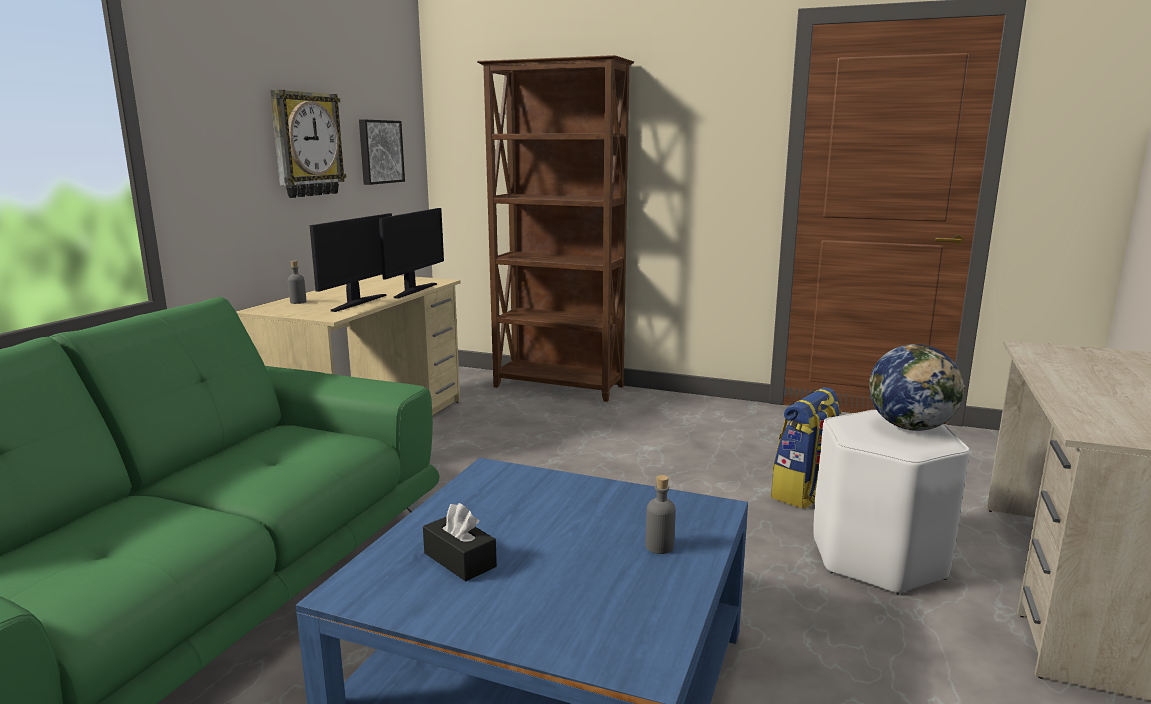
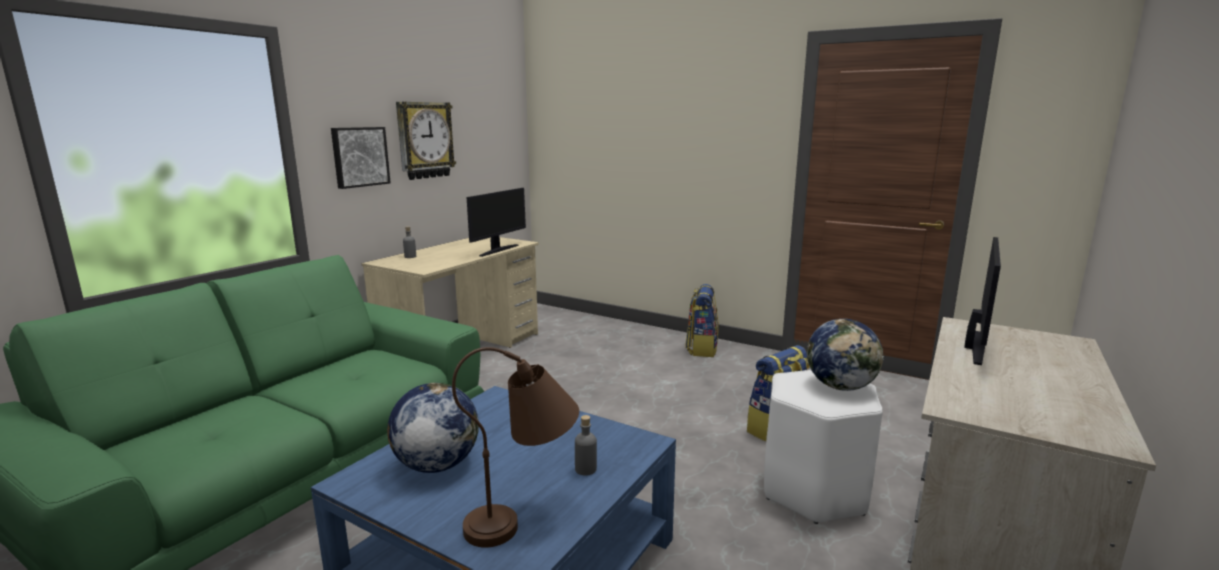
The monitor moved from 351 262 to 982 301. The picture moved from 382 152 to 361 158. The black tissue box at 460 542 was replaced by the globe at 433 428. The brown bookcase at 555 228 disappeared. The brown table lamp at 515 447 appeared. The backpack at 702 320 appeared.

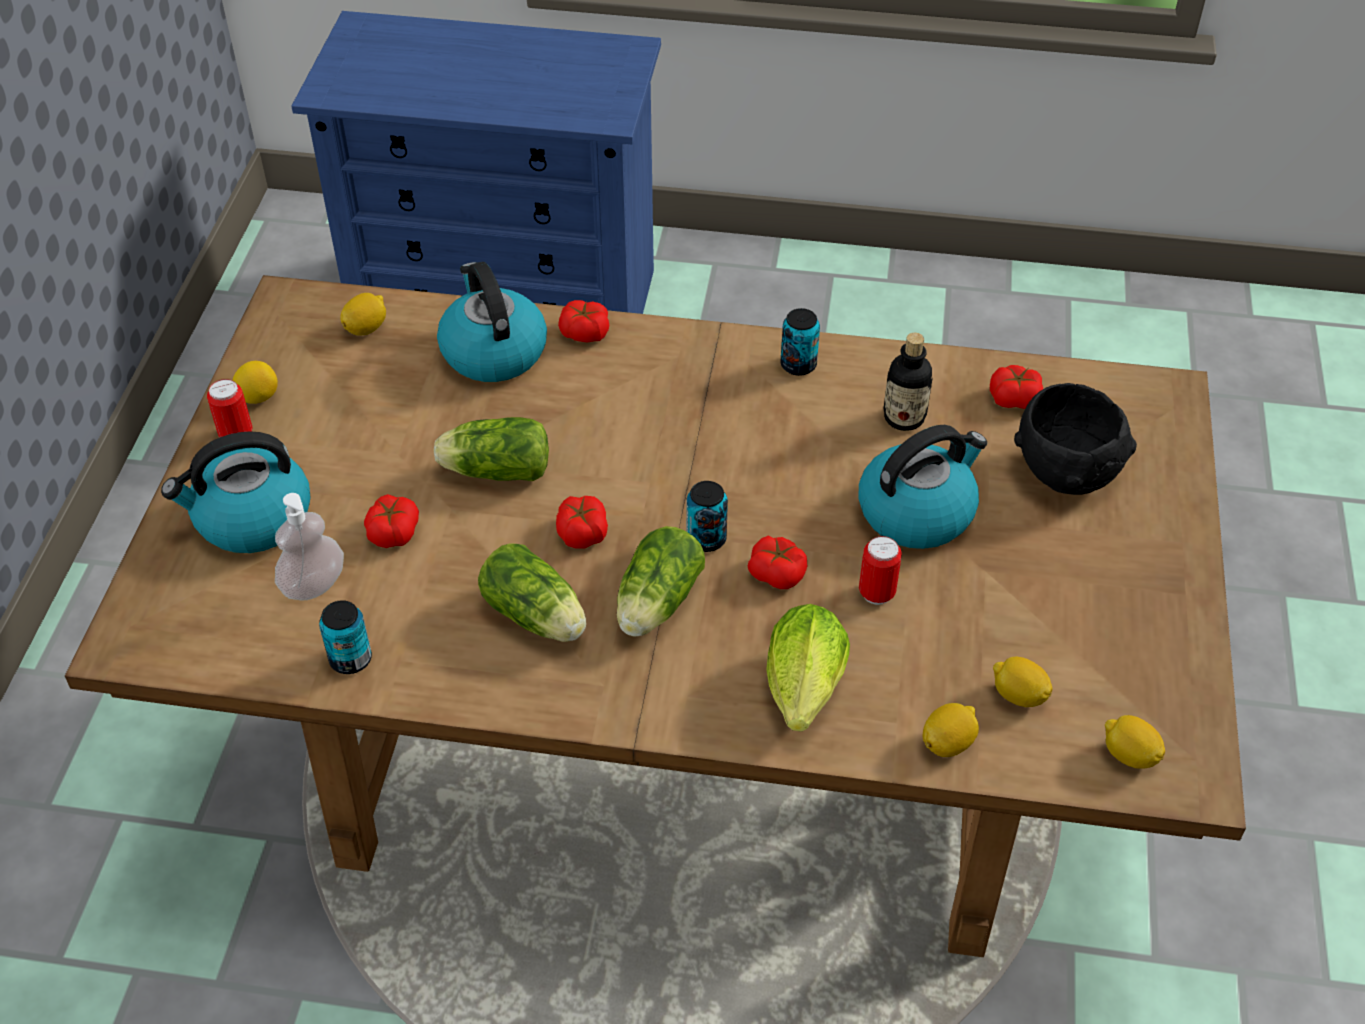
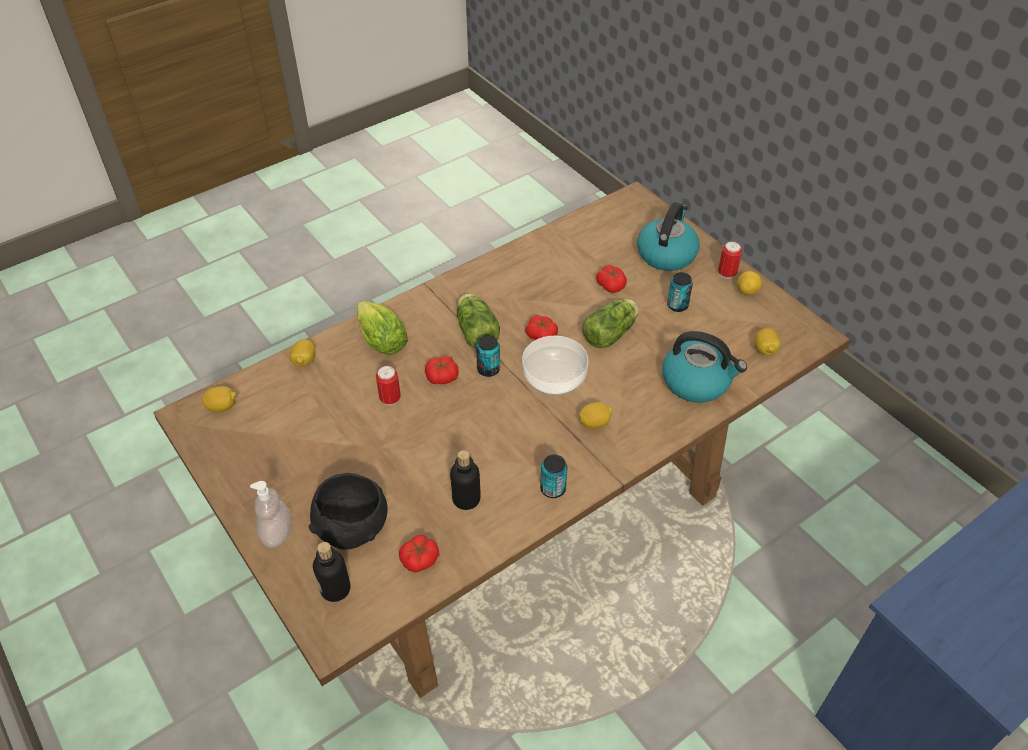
The soap dispenser moved from 309 547 to 270 514. The can moved from 345 637 to 680 292. The lettuce at 532 592 disappeared. The tomato at 583 321 disappeared. The kettle at 922 487 disappeared. The lemon moved from 1022 682 to 595 415. The bottle at 331 572 appeared. The bowl at 555 366 appeared.

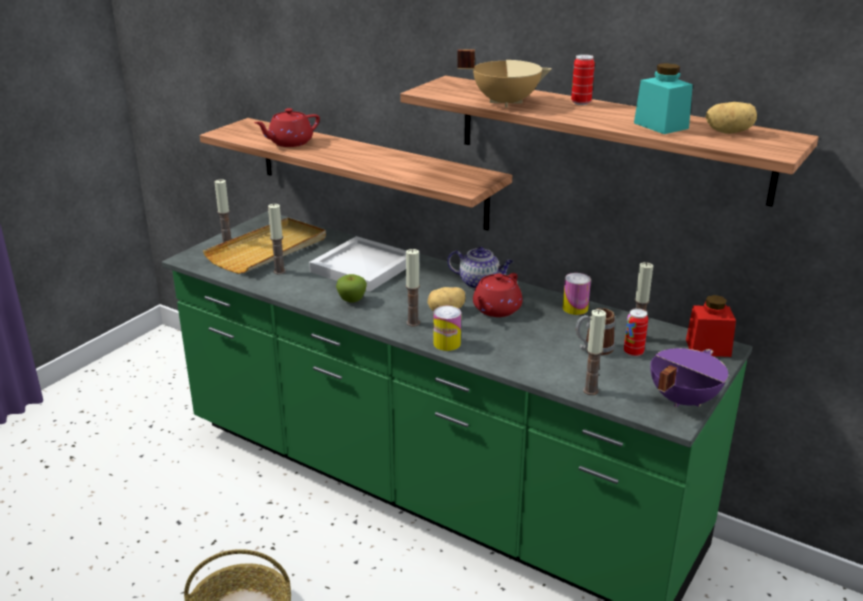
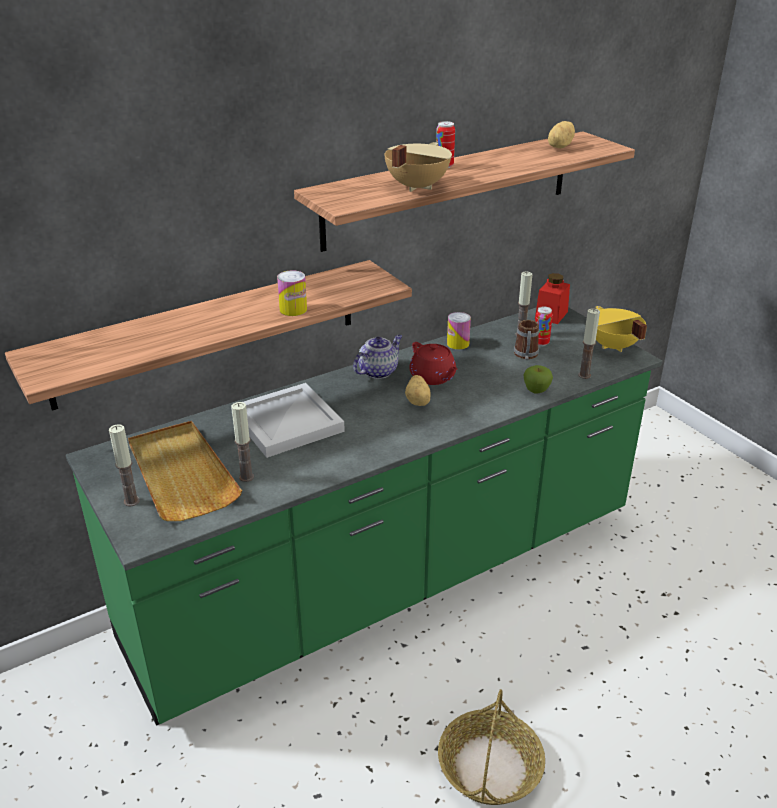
The red teapot at 287 127 disappeared. The apple moved from 351 288 to 538 379. The candle at 413 288 disappeared. The can moved from 447 328 to 292 293. The turquoise jar at 663 98 disappeared. The purple cooking pot at 689 378 became the yellow cooking pot at 621 329.

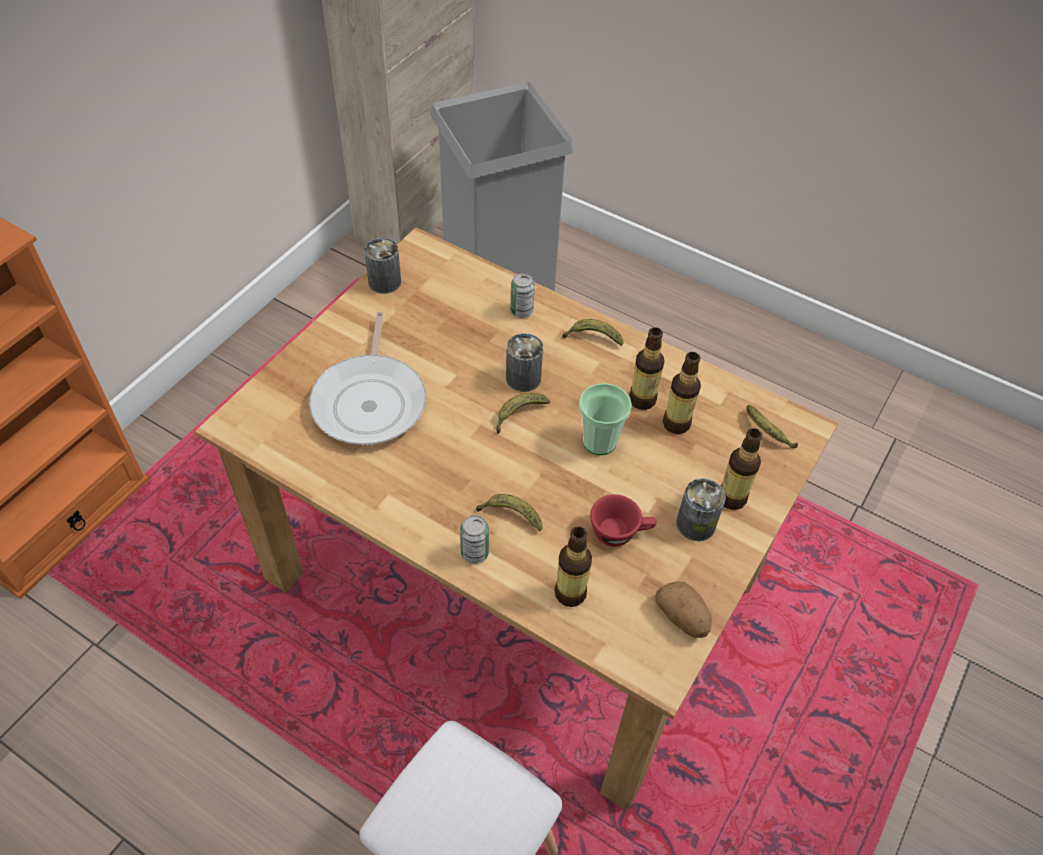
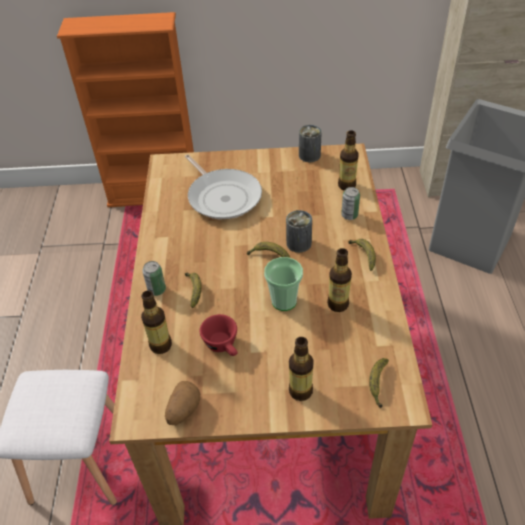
The frying pan at 367 378 turned 90 degrees counterclockwise. The bottle moved from 682 393 to 348 160. The can at 701 509 disappeared.

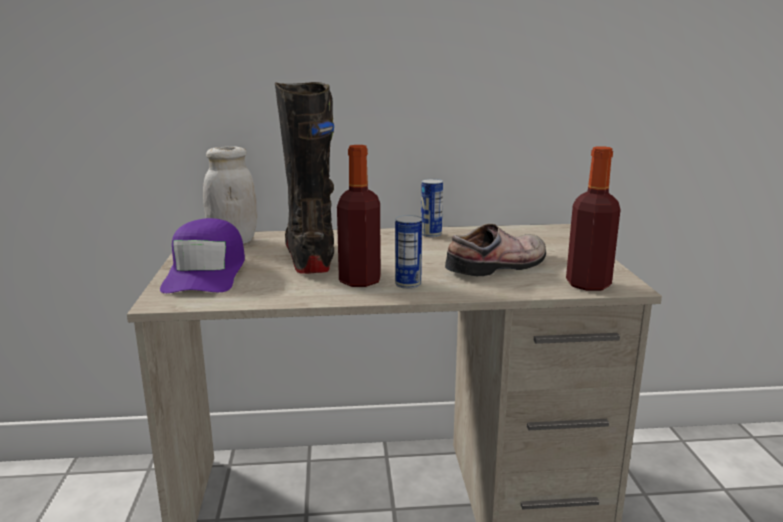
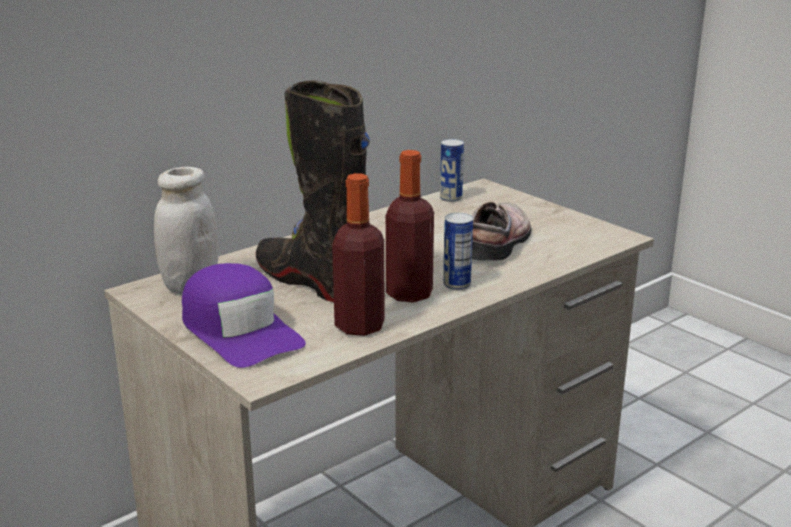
The can moved from 432 208 to 452 170. The bottle moved from 593 218 to 358 254.

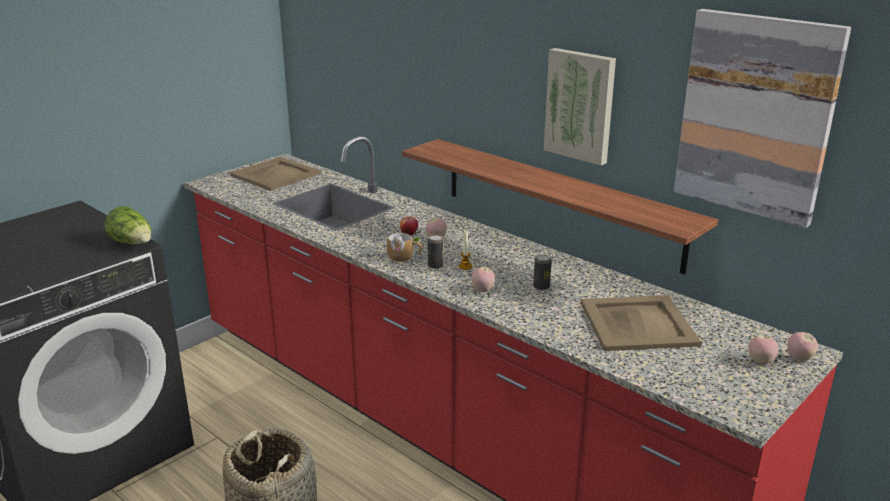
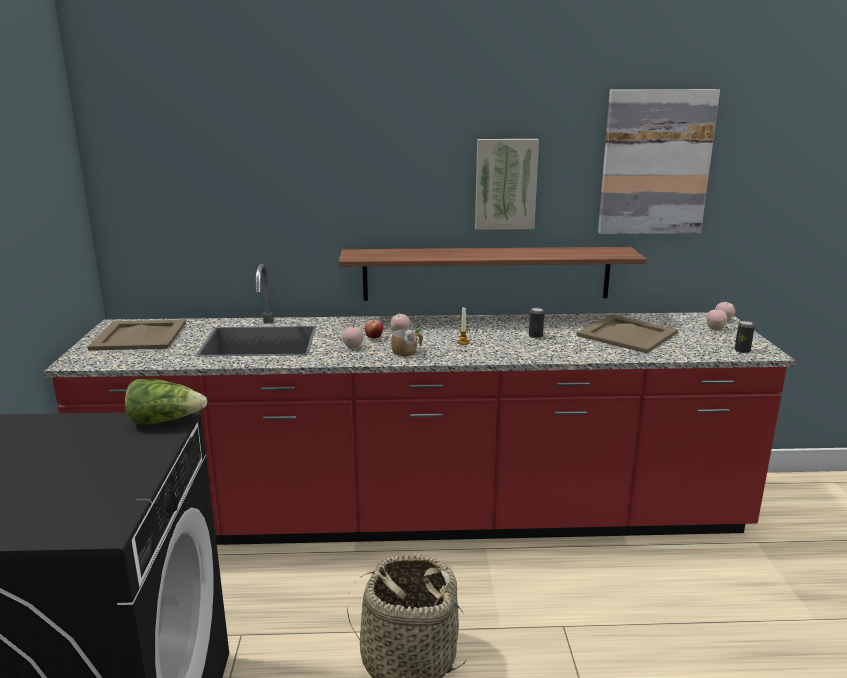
The can moved from 436 252 to 745 337. The apple moved from 483 279 to 352 336.

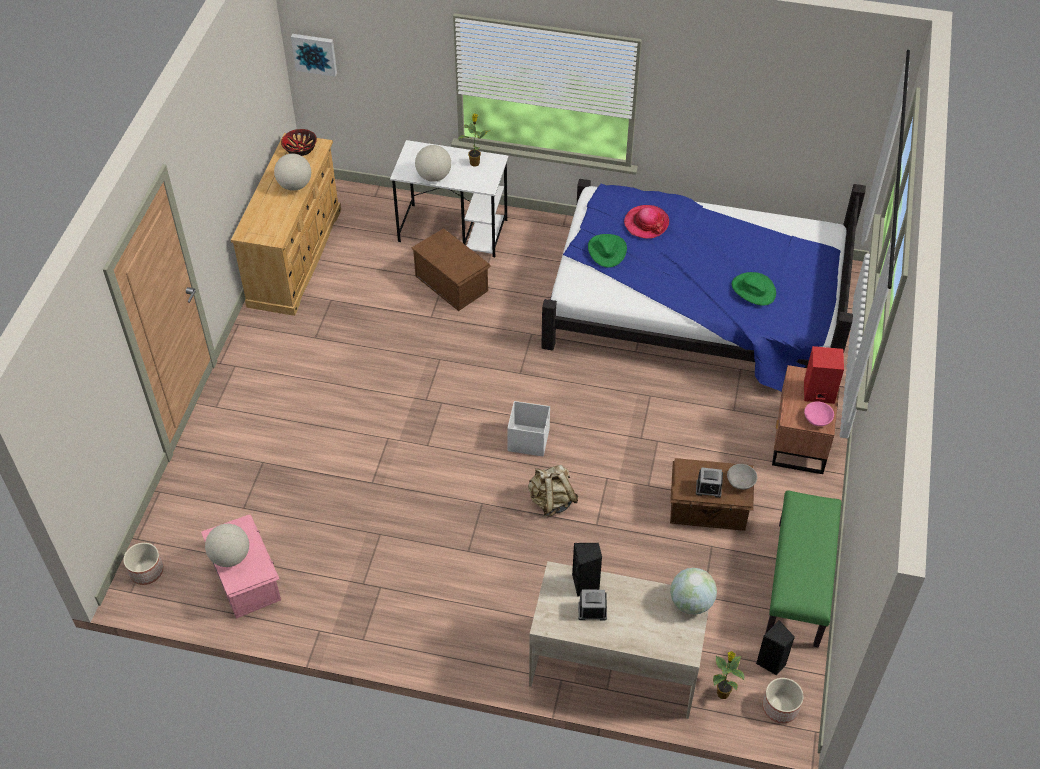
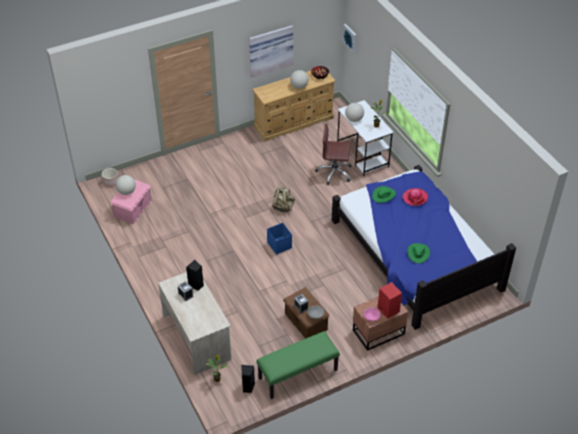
The brown storage box at 451 269 was replaced by the brown office chair at 333 154. The white storage box at 528 428 became the blue storage box at 279 239. The beige backpack moved from 553 490 to 283 199. The globe at 693 591 disappeared. The planter at 783 700 disappeared. The picture at 271 51 appeared.

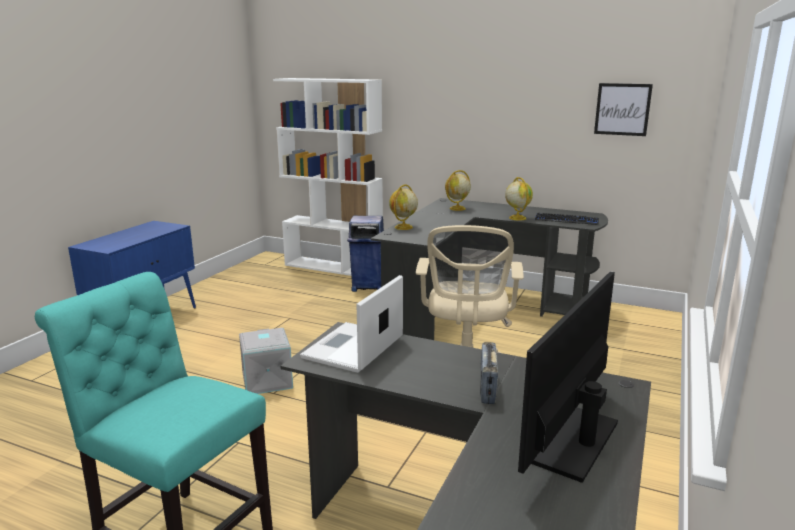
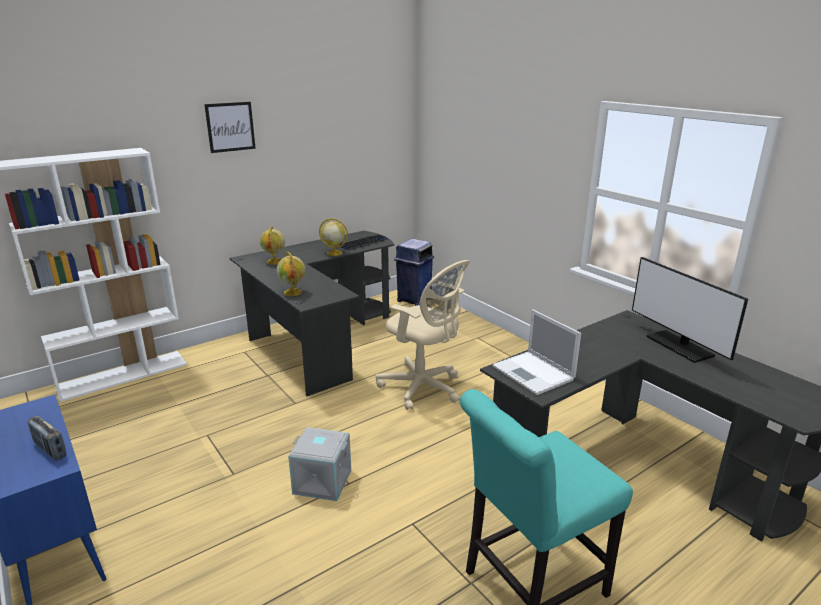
The blue trash can moved from 365 254 to 414 272. The radio moved from 489 373 to 47 438. The picture moved from 623 109 to 230 127.

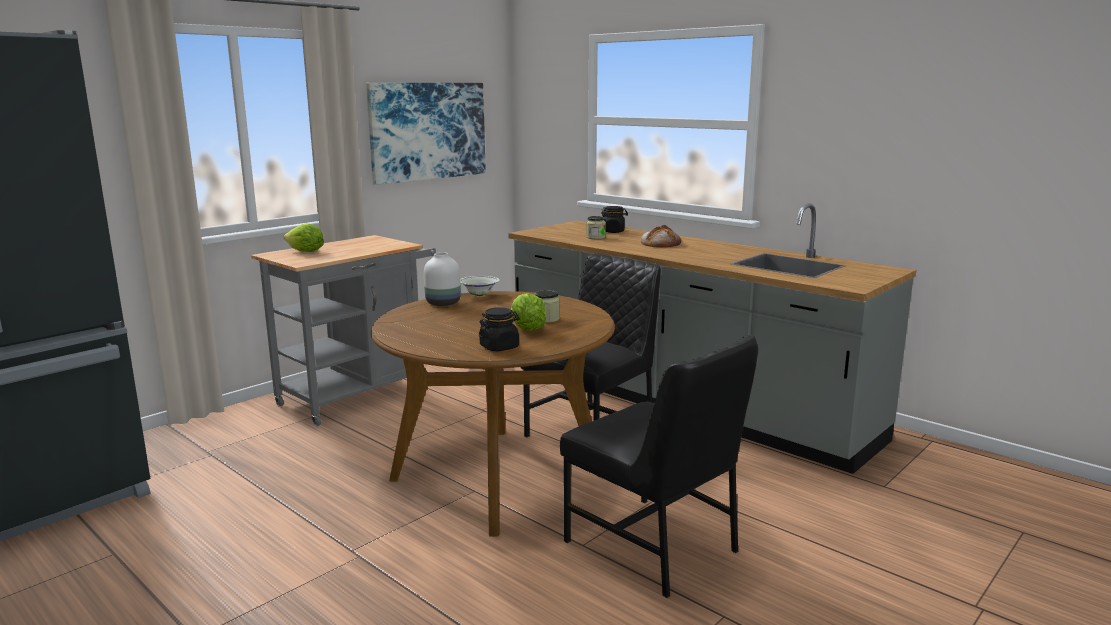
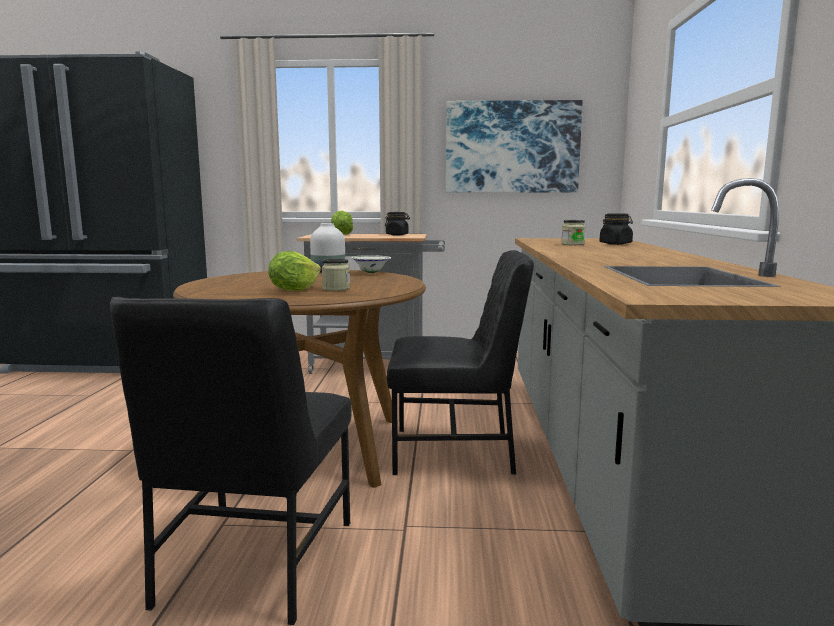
The black jar moved from 499 329 to 397 223. The bread at 661 236 disappeared.

